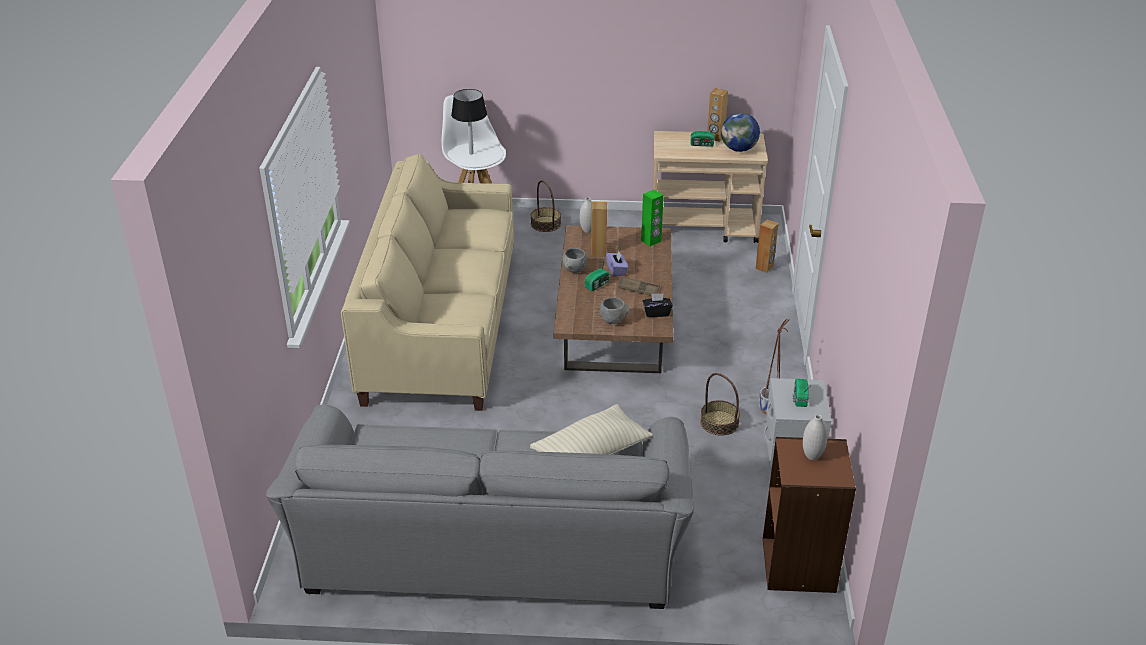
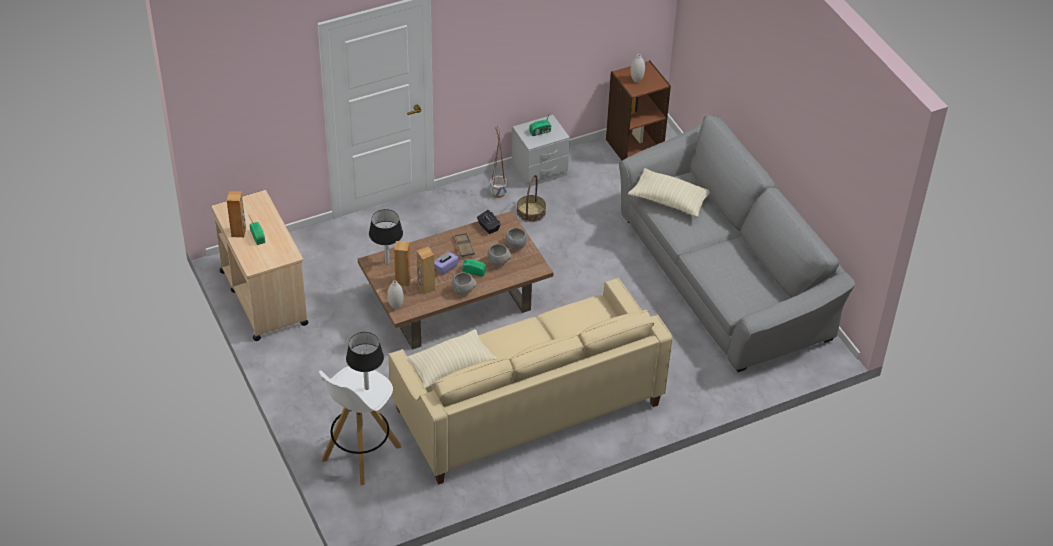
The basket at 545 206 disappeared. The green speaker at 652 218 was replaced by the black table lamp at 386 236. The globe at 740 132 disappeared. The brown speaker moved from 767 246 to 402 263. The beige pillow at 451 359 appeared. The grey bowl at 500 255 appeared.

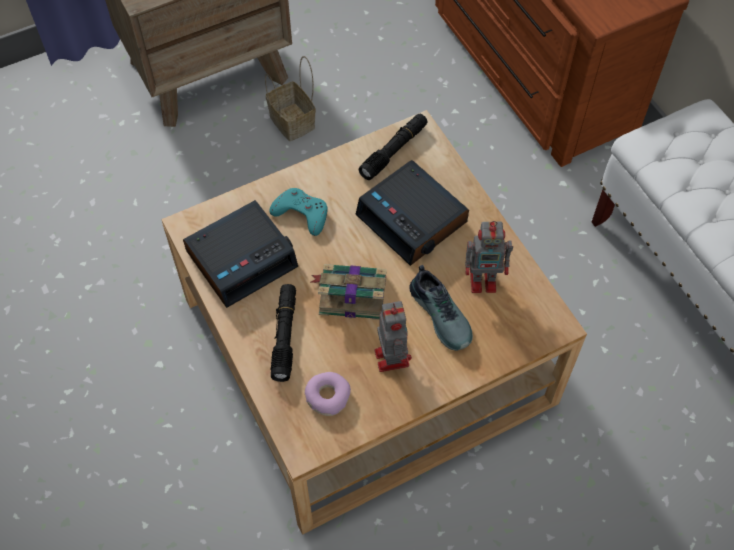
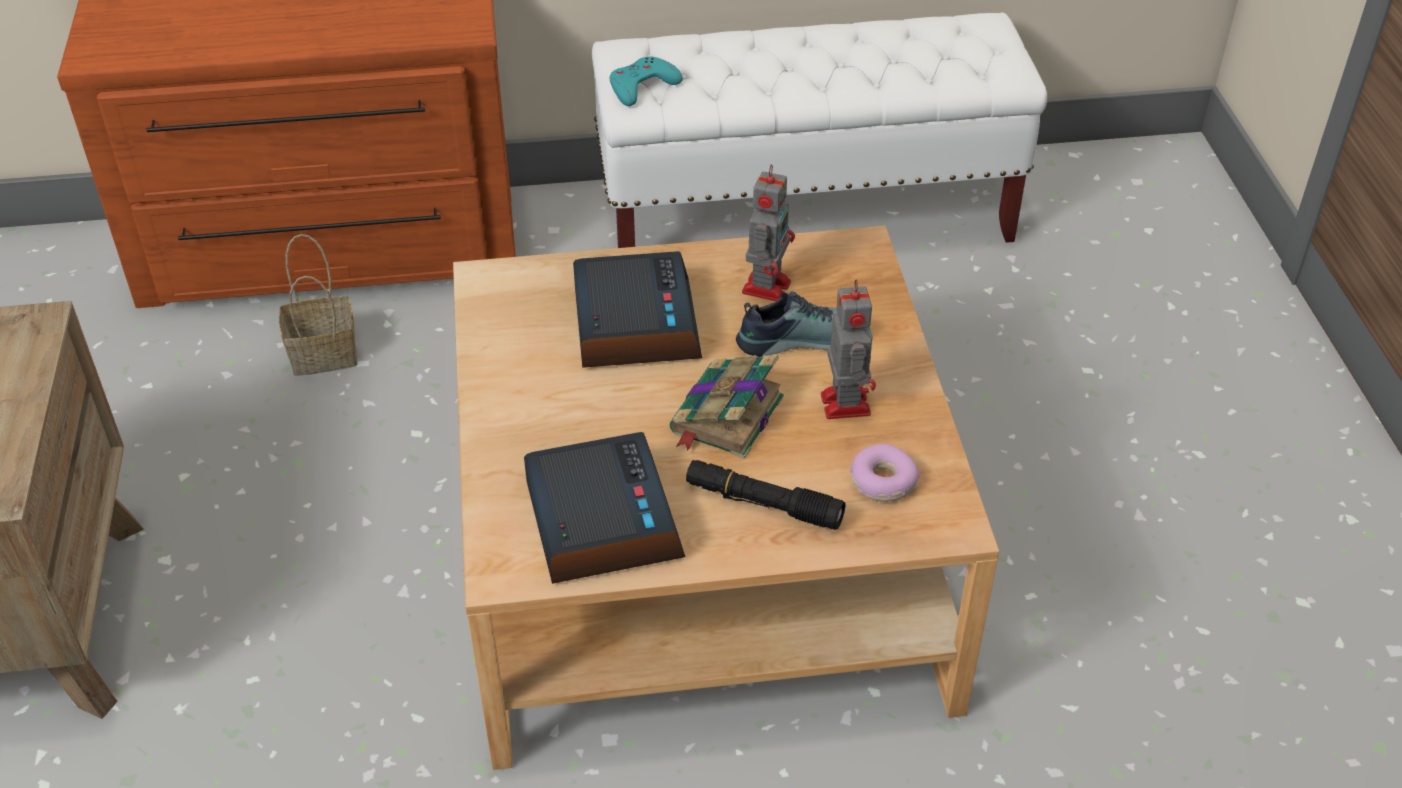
The basket moved from 290 98 to 318 305. The turquoise game controller moved from 298 212 to 646 81. The alarm clock at 412 213 turned 75 degrees counterclockwise. The black flashlight at 393 147 disappeared. The toy robot at 393 336 turned 75 degrees clockwise.

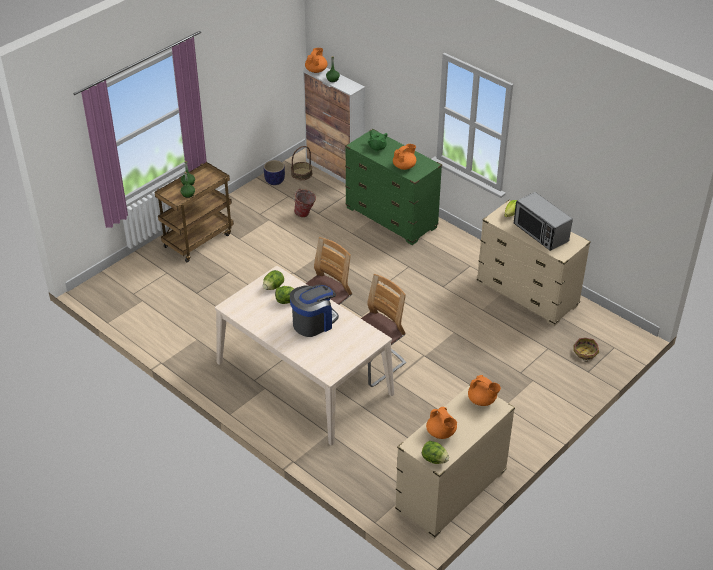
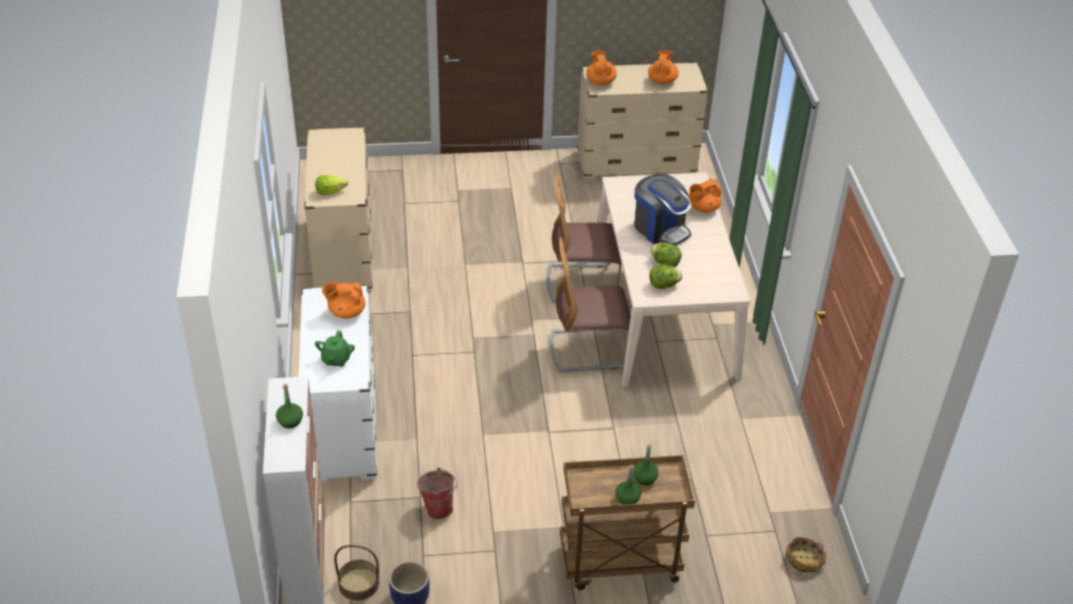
The coffee machine at 314 311 turned 135 degrees counterclockwise. The orange teapot moved from 316 60 to 705 195. The green dresser at 393 187 became the white dresser at 338 384. The lettuce at 435 452 disappeared. The microwave at 543 221 disappeared. The basket moved from 586 350 to 805 555.

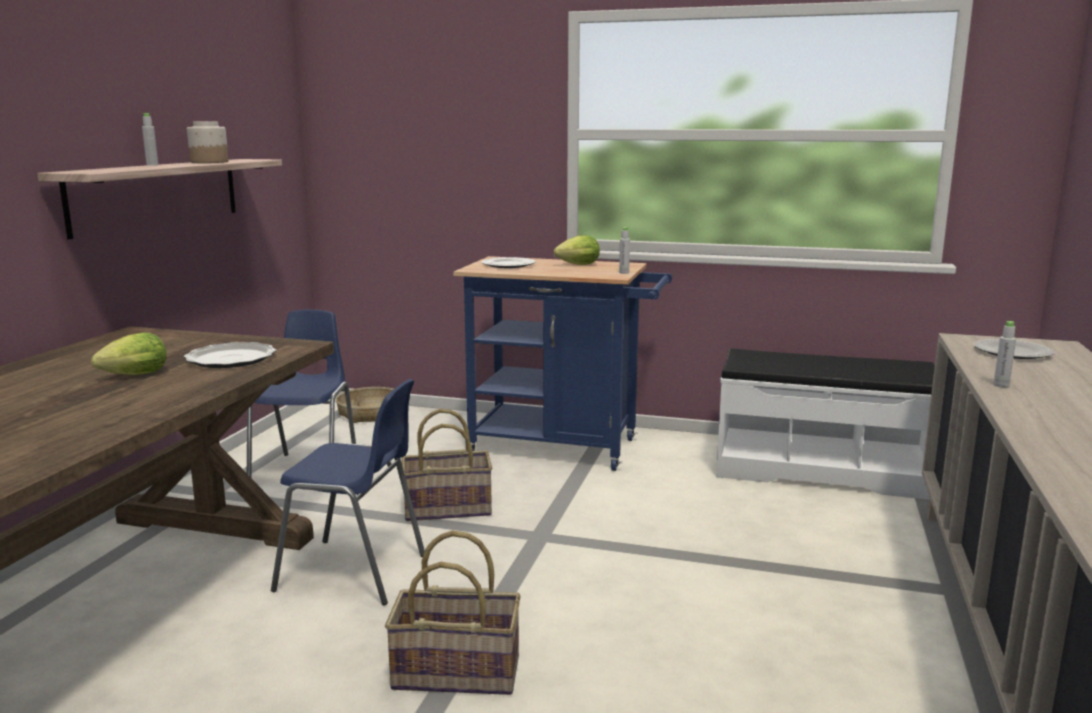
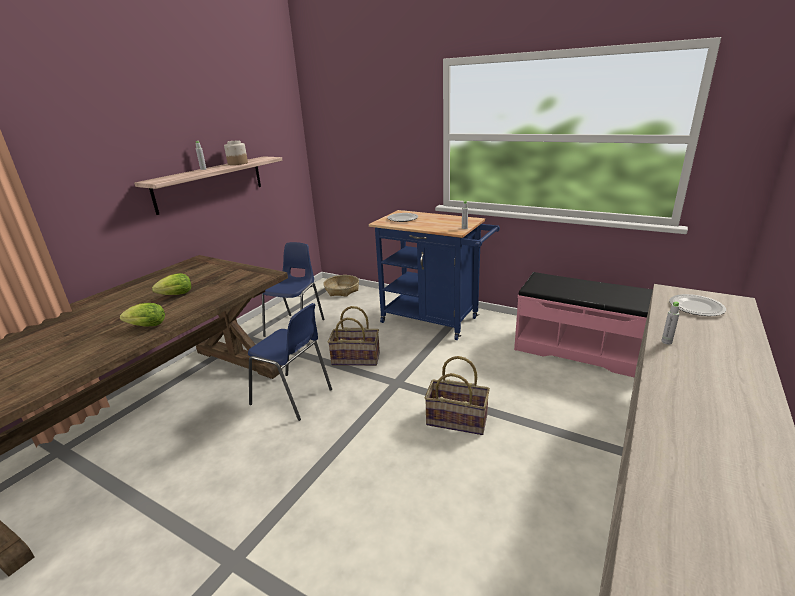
The plate at 230 355 disappeared. The basket moved from 453 612 to 457 395. The lettuce moved from 577 250 to 142 314. The white bench at 825 424 became the pink bench at 583 325.

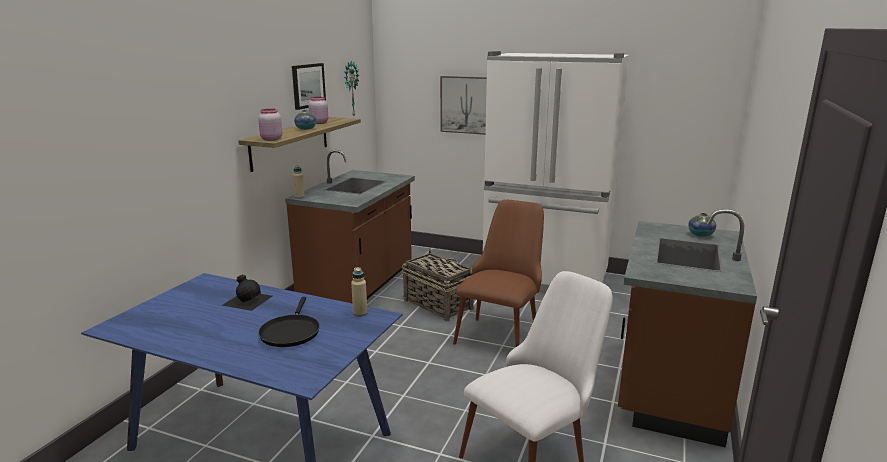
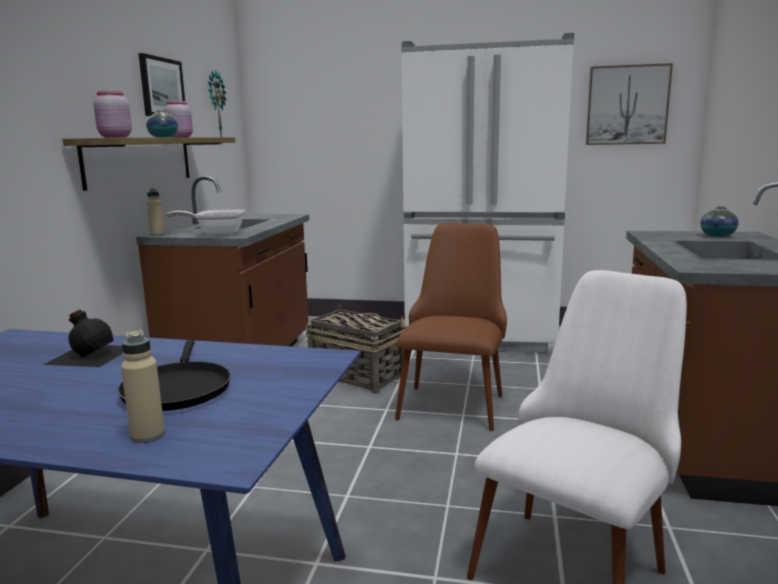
The beige bottle moved from 359 292 to 143 386. The picture moved from 463 105 to 629 104. The frying pan at 205 223 appeared.

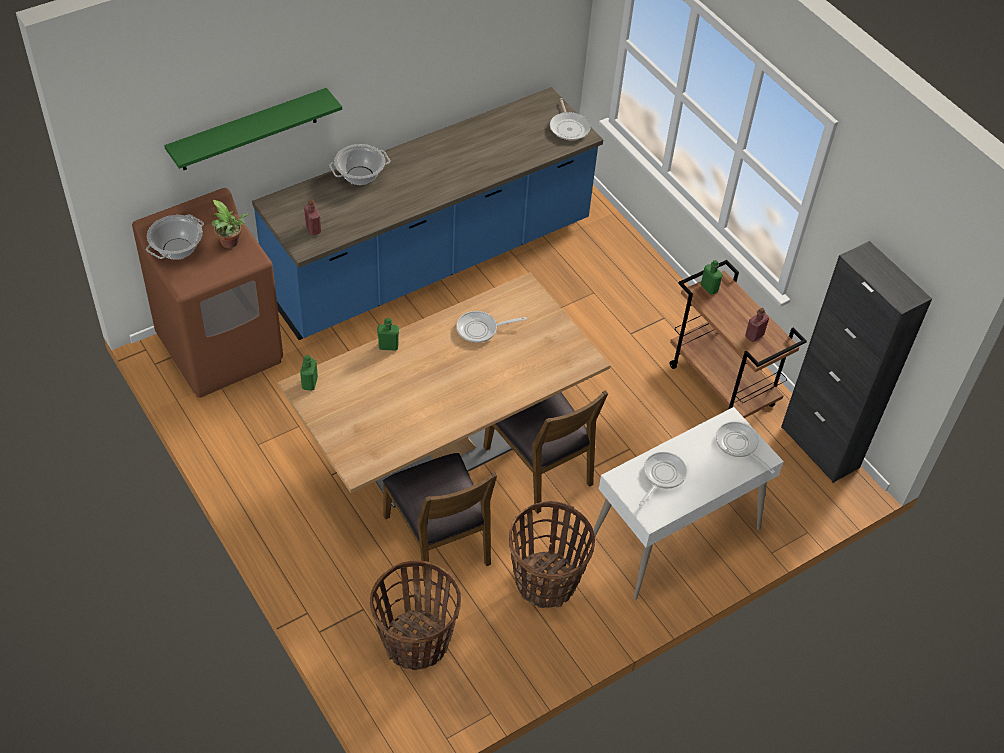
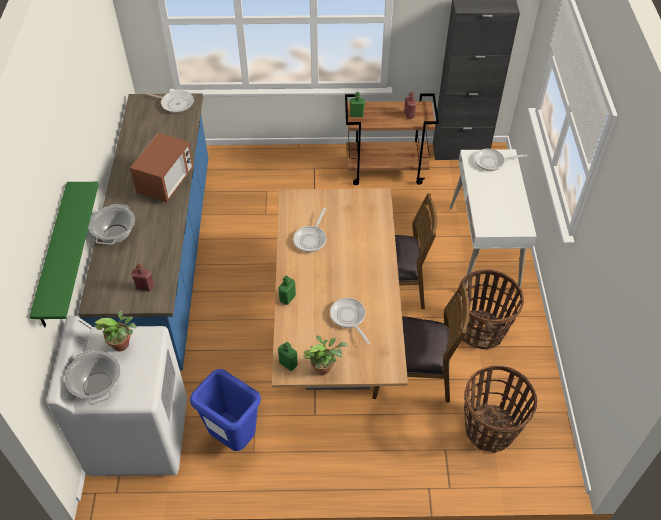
The brown washing machine at 207 293 became the white washing machine at 116 396. The frying pan moved from 663 479 to 350 321. The microwave at 161 167 appeared. The blue trash can at 225 410 appeared. The potted plant at 326 355 appeared.

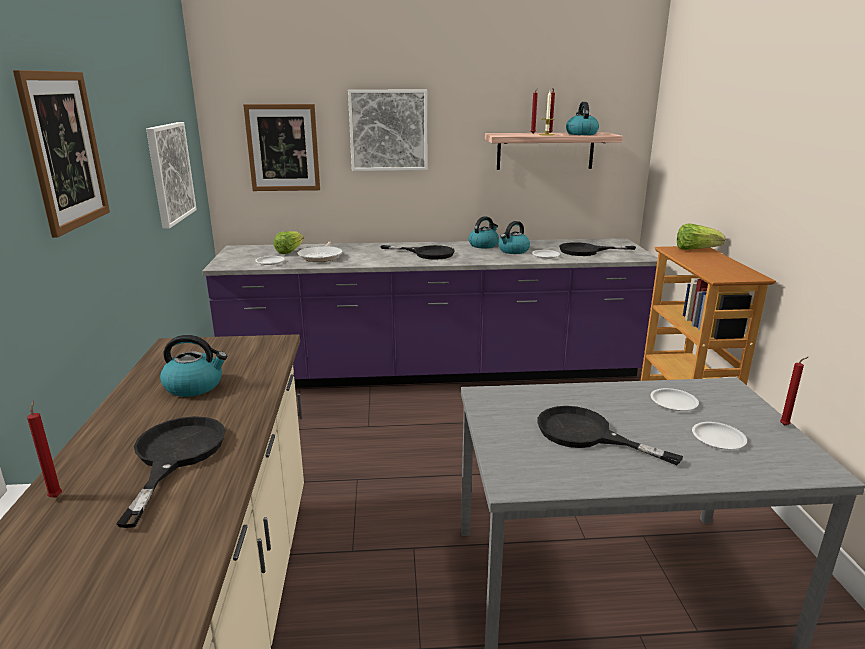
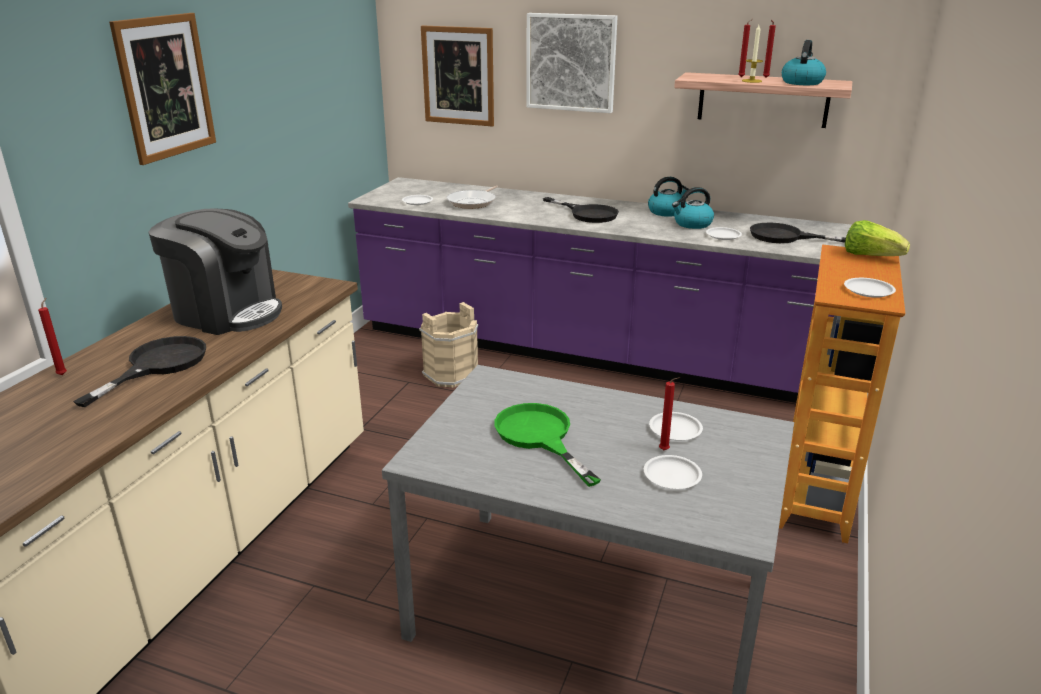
The picture at 171 175 disappeared. The kettle at 193 366 was replaced by the coffee machine at 215 271. The lettuce at 288 242 disappeared. The black frying pan at 610 435 became the green frying pan at 547 445. The red candle moved from 794 391 to 670 413. The beige bucket at 448 345 appeared. The white plate at 870 288 appeared.

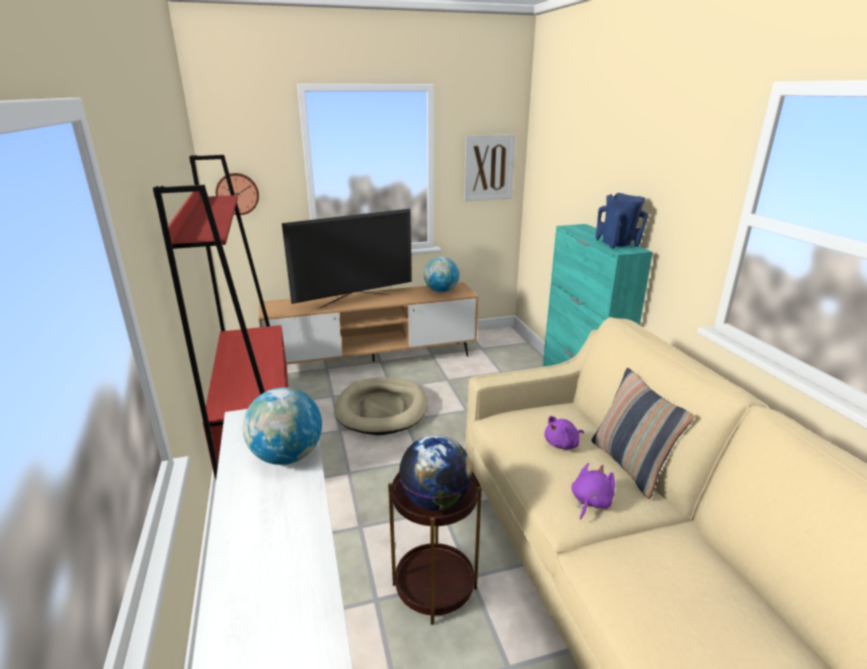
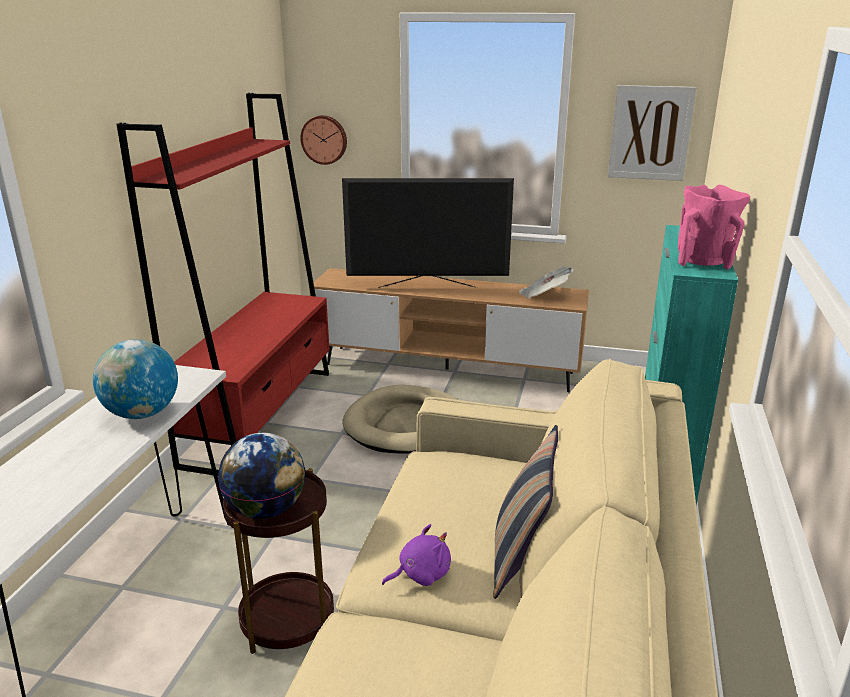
The globe at 441 275 was replaced by the newspaper at 546 283. The purple plush toy at 564 433 disappeared. The blue vase at 622 221 became the pink vase at 714 227.

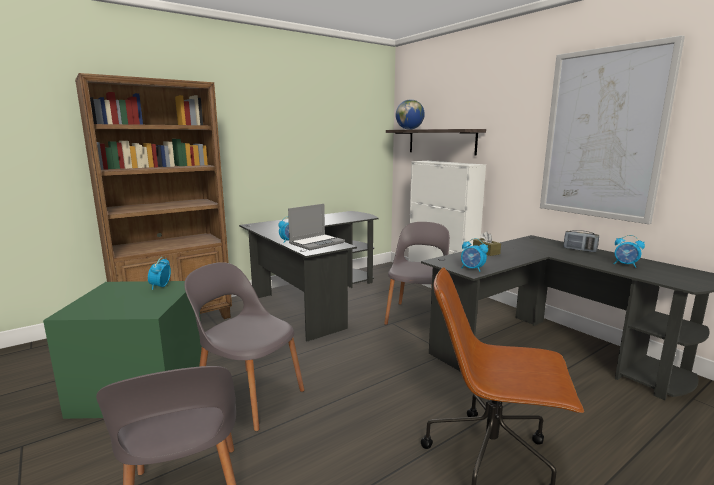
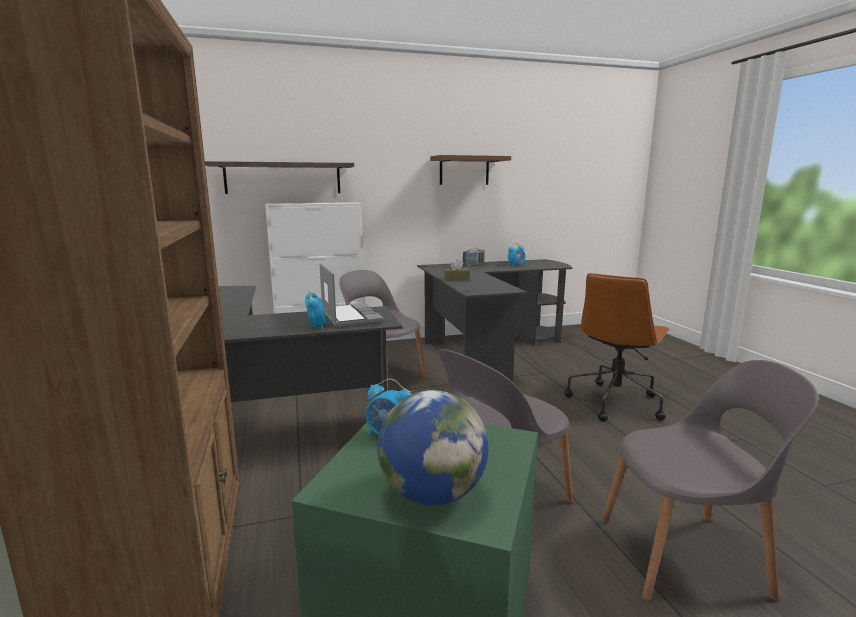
The globe moved from 410 114 to 433 448. The alarm clock at 474 255 disappeared. The picture at 612 129 was replaced by the brown shelf at 470 170.

